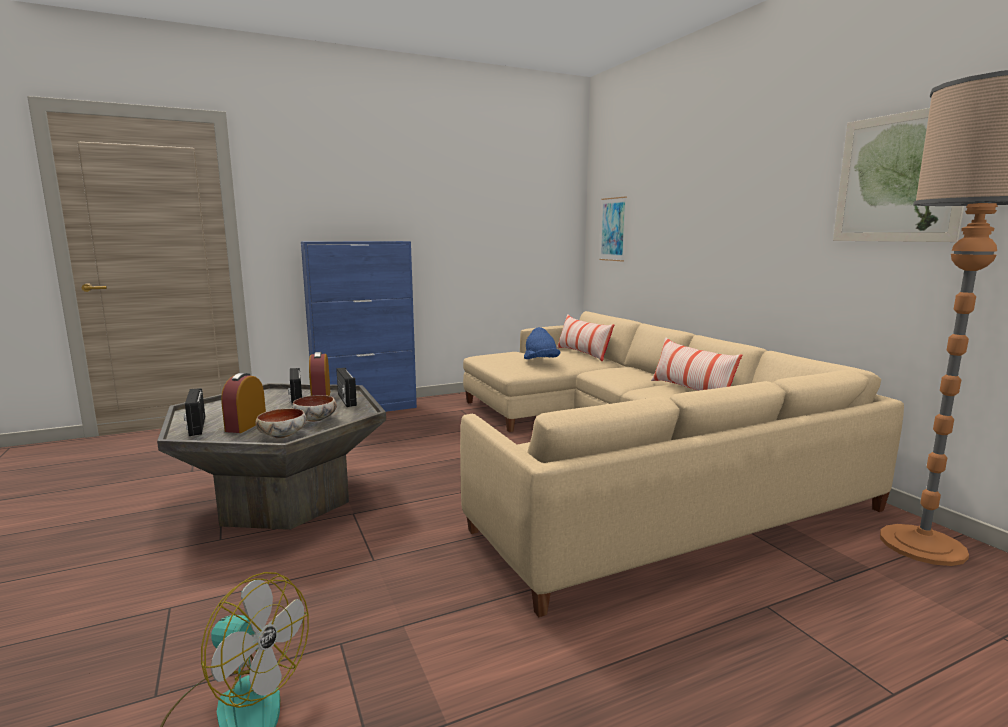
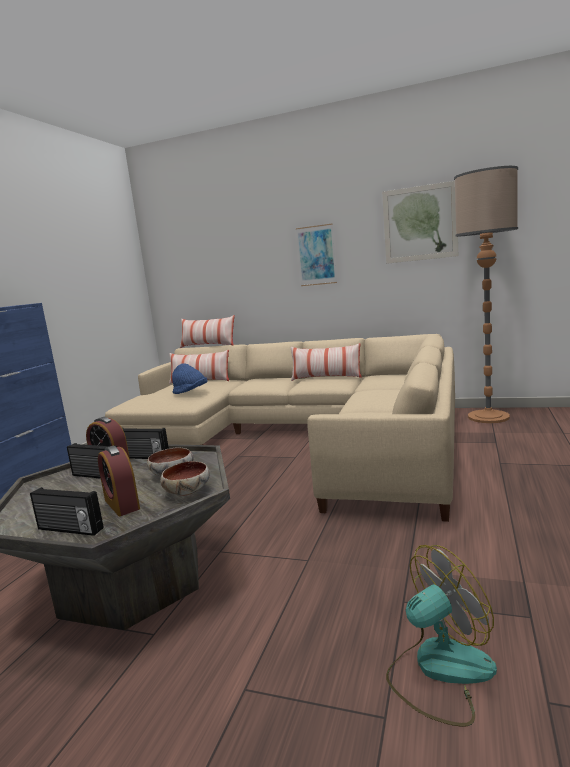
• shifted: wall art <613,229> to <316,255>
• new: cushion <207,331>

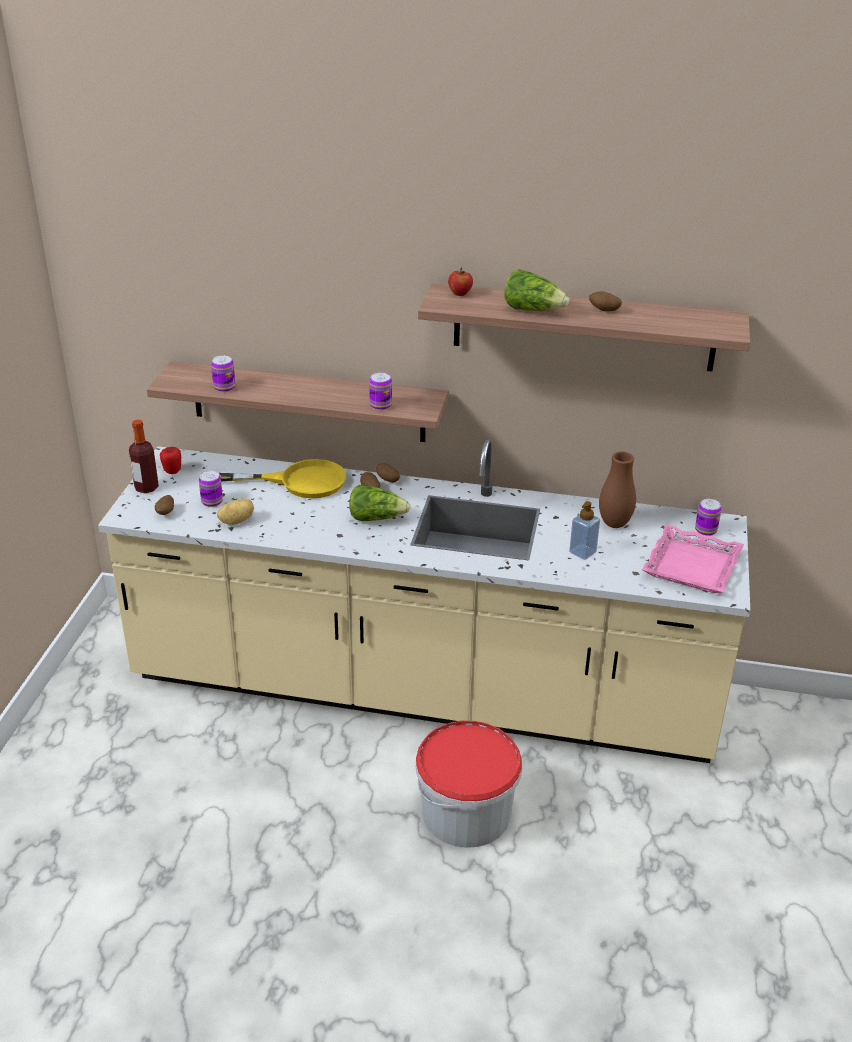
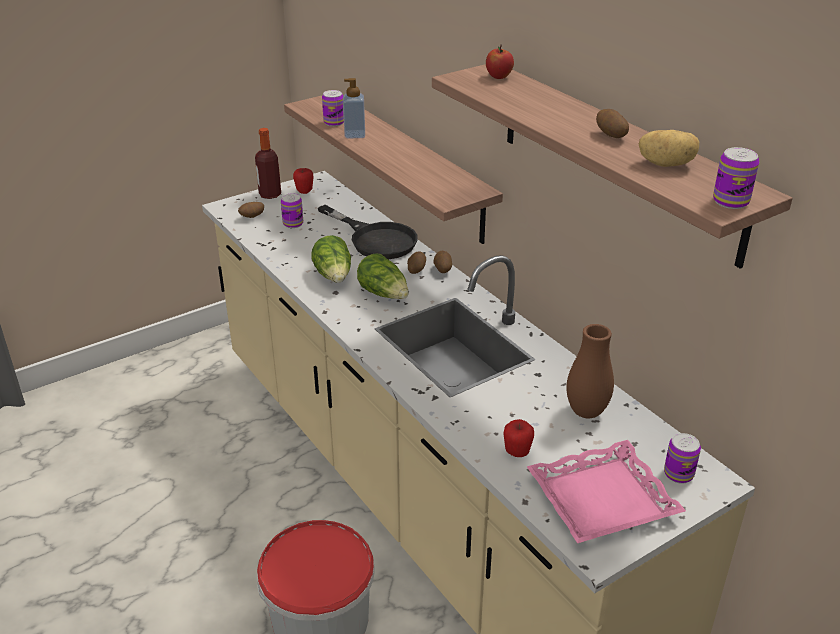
• shifted: head of lettuce <537,290> to <331,259>
• shifted: metal can <380,391> to <736,178>
• repainted: pan (yellow-coloured) <282,479> to pan (black) <368,232>
• shifted: potato <235,511> to <669,148>
• shifted: soap dispenser <584,530> to <354,108>
• new: apple <518,438>

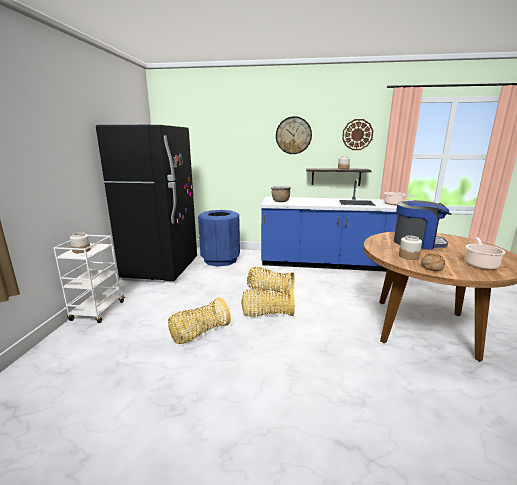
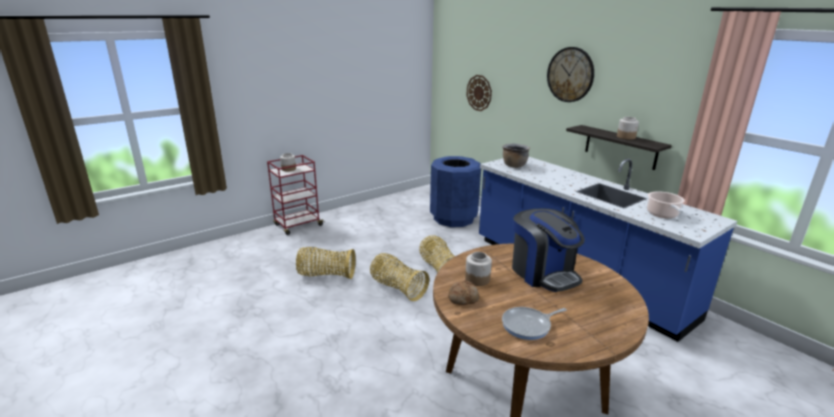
• shifted: wall clock <357,134> to <479,93>
• gone: kitchen fridge (black) <146,204>
• repainted: trolley (white) <89,279> to trolley (red) <295,195>
• swapped: stockpot <485,253> to pan <534,323>

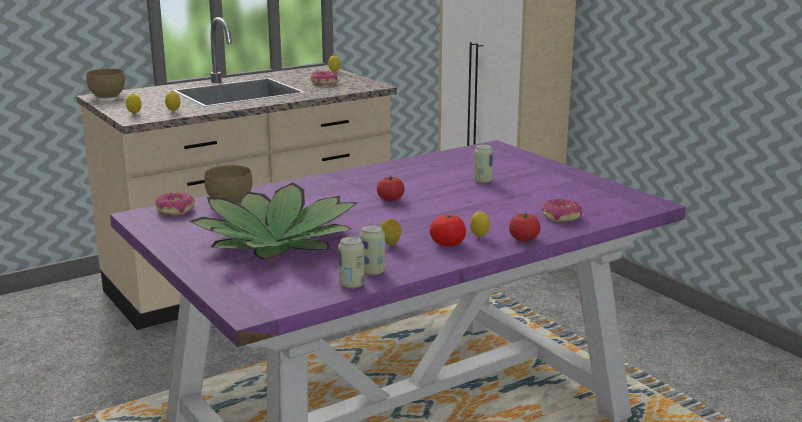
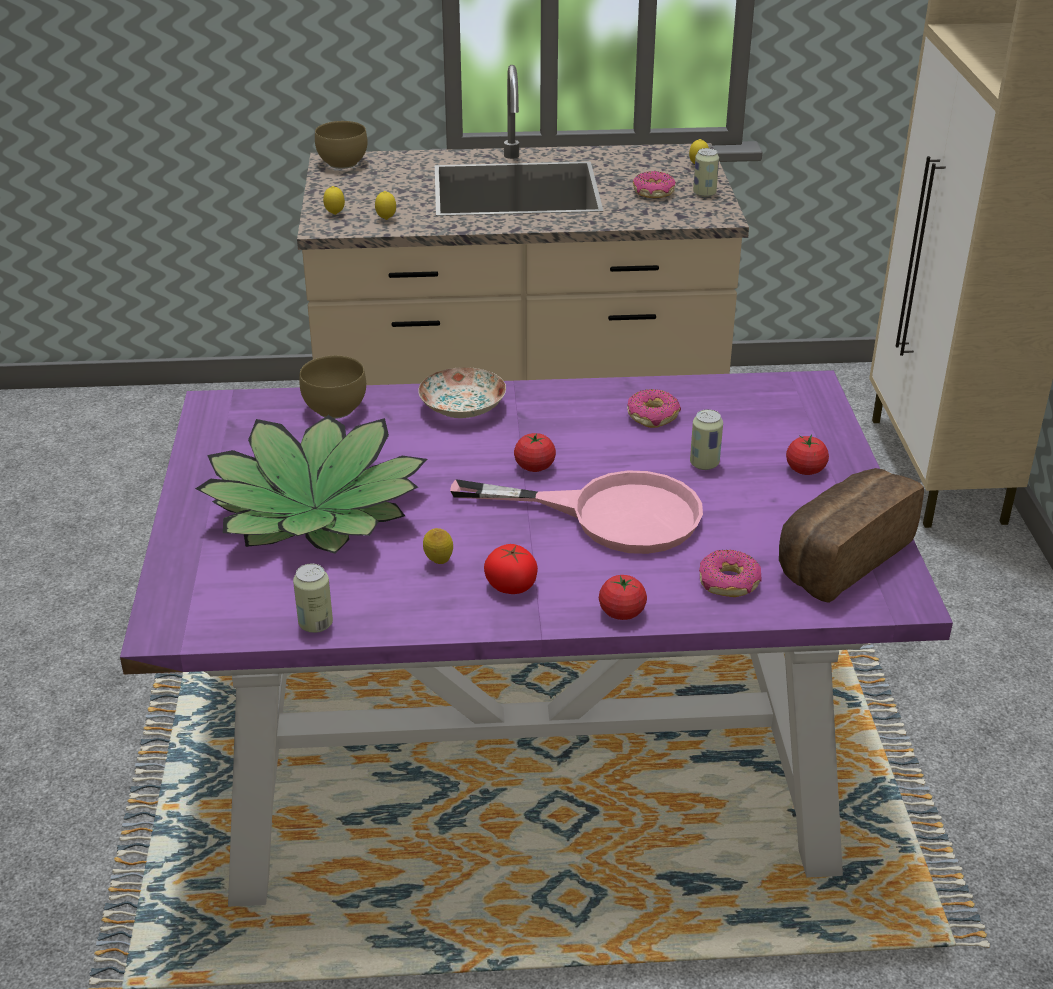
• shifted: doughnut <175,204> to <654,408>
• gone: lemon <480,224>
• shifted: metal can <372,250> to <706,172>
• new: flat dish <462,392>
• new: tomato <807,455>
• new: bread <851,535>
• new: pan (pink-coloured) <576,512>

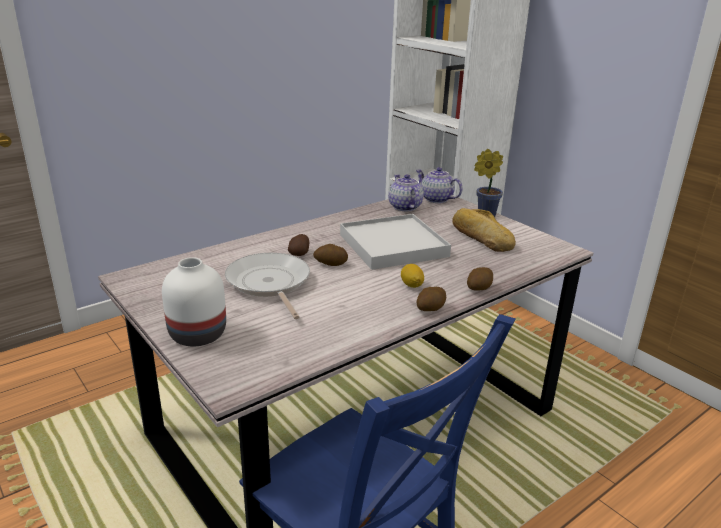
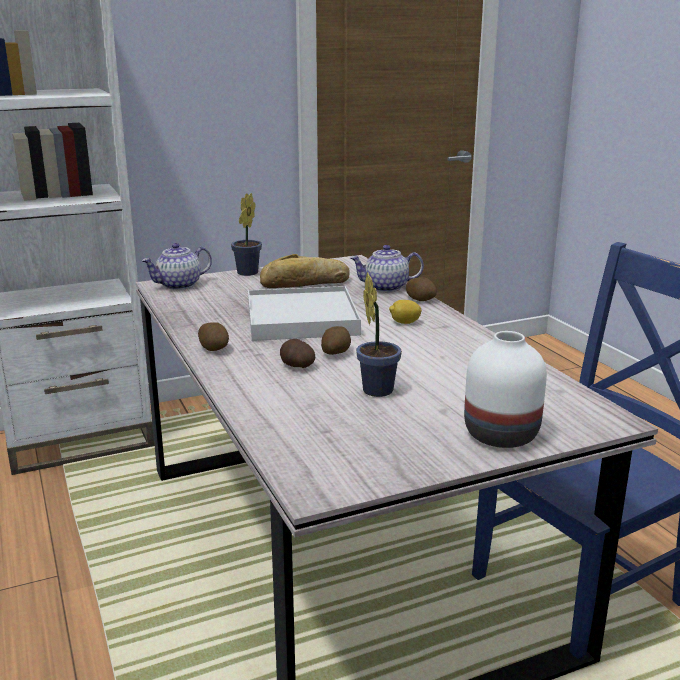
• shifted: teapot <406,192> to <387,268>
• swapped: pan <267,286> to houseplant <379,334>
• shifted: potato <431,299> to <213,336>

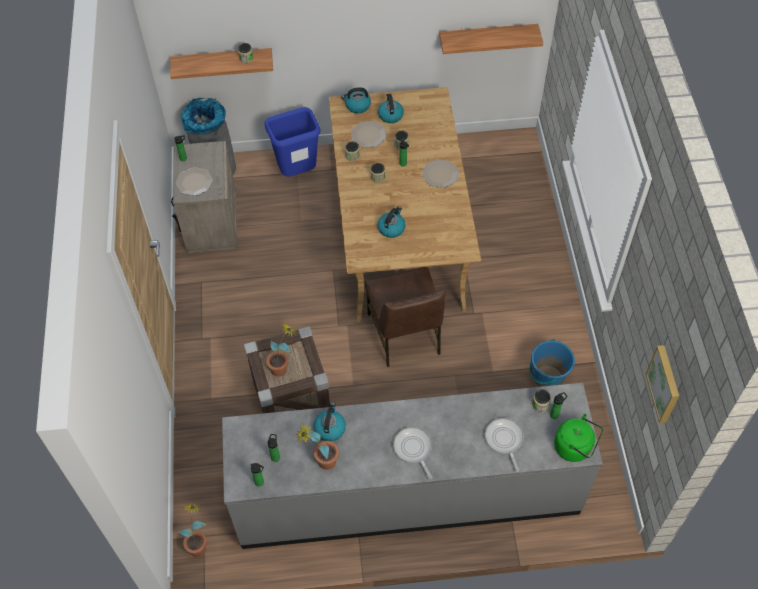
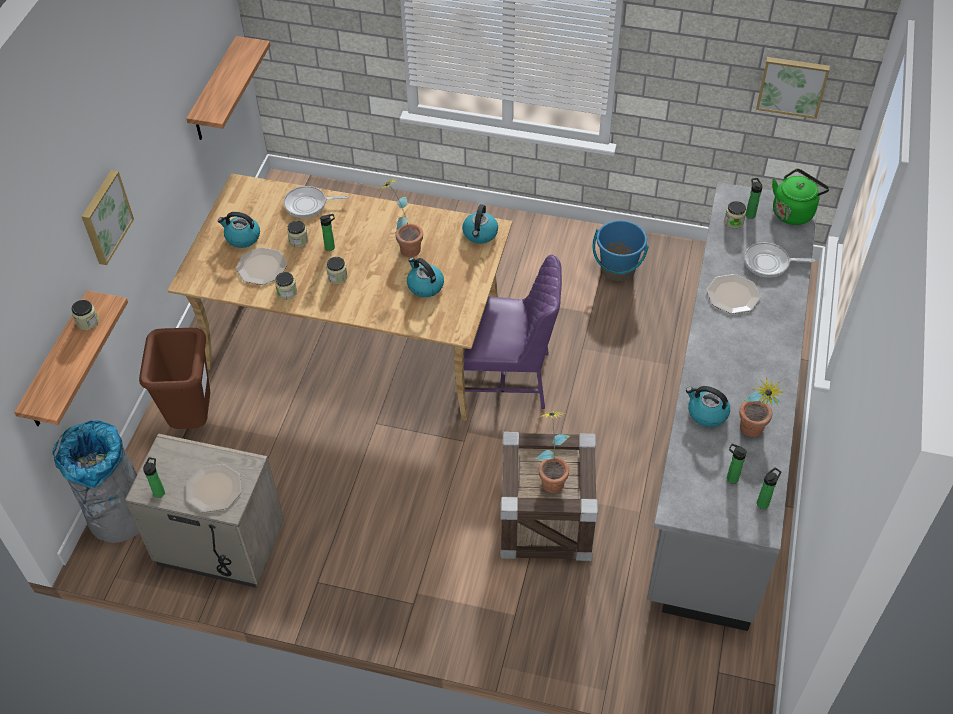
• shifted: kettle <356,100> to <480,224>
• repainted: rubbish bin (bluish) <292,142> to rubbish bin (brown) <175,378>
• shifted: flat dish <440,173> to <733,294>
• repainted: chair (brown) <405,317> to chair (purplish) <513,332>
• shifted: pan <412,453> to <316,202>
• shifted: houseplant <193,530> to <401,217>
• new: wall art <107,217>

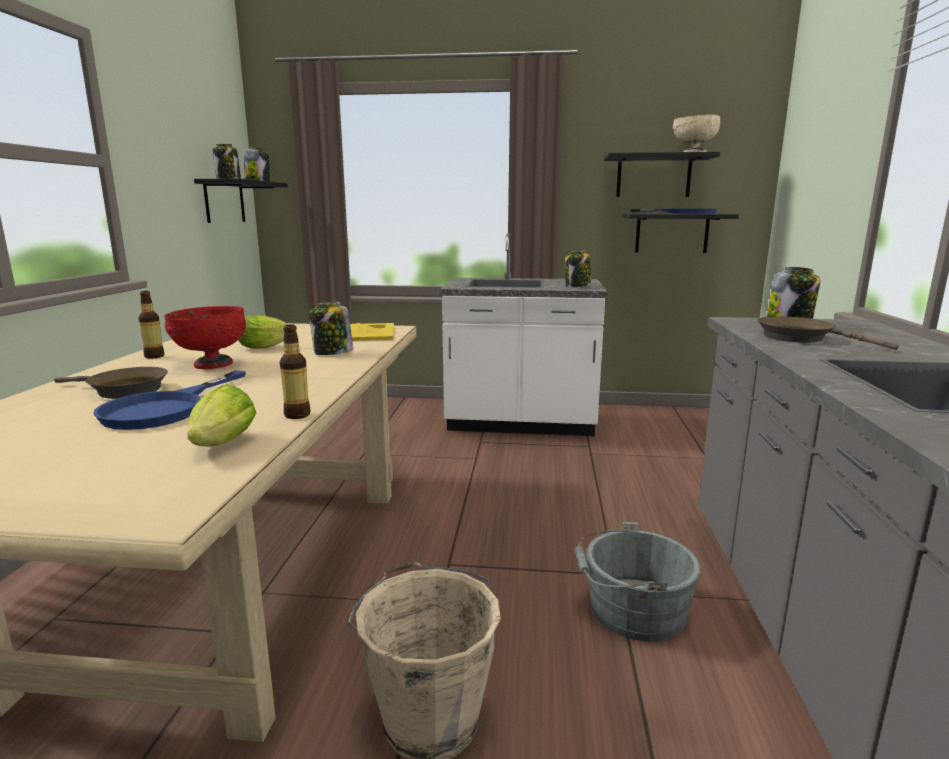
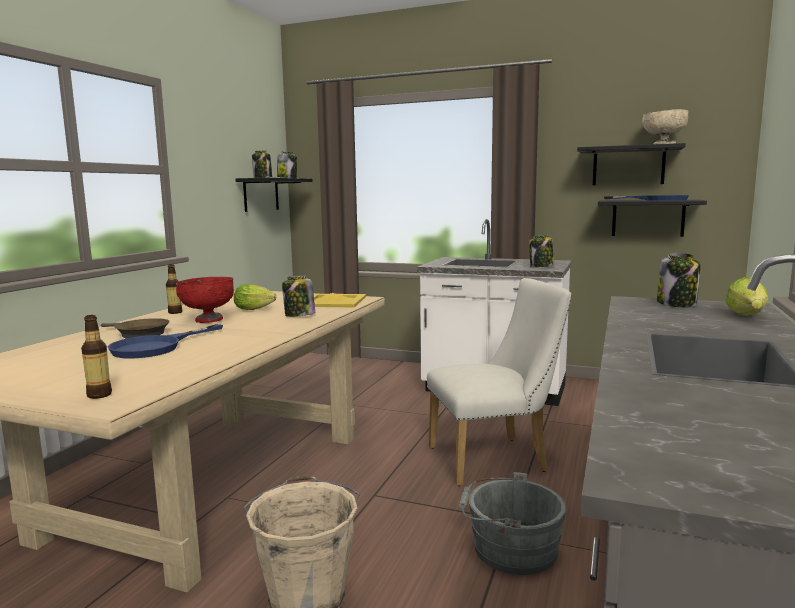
• gone: pan (brown) <828,333>
• shifted: drink bottle <295,371> to <96,357>
• shifted: head of lettuce <221,415> to <746,296>
• new: chair (white) <499,382>

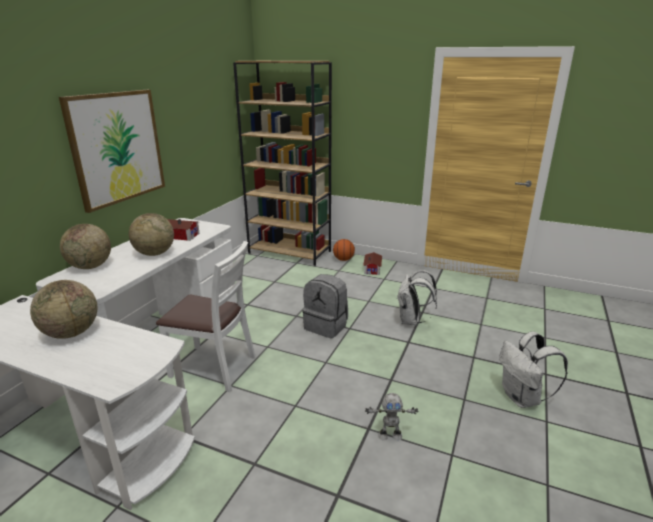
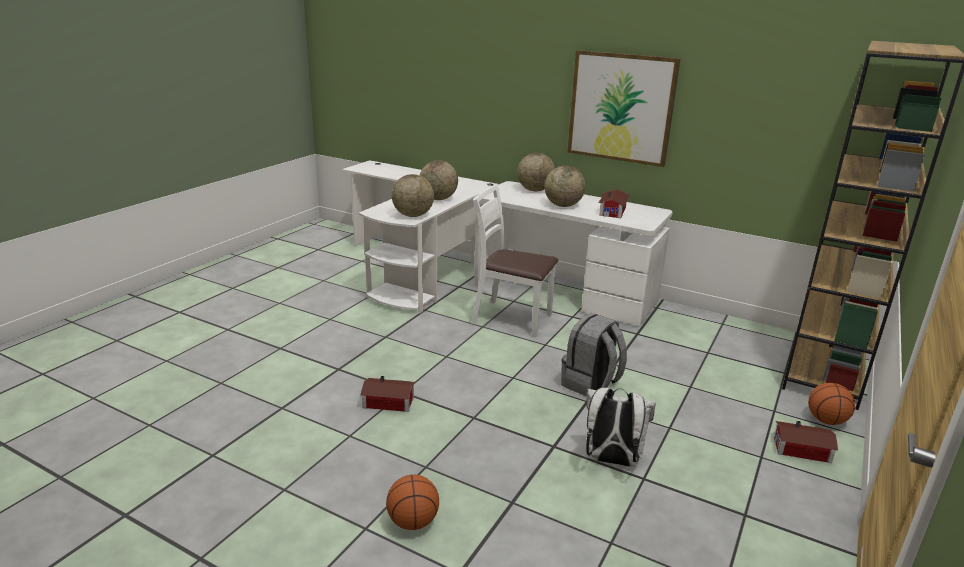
• rotated: chair (white) <206,316> = <514,261> 90 degrees clockwise
• swapped: backpack (white) <533,370> to basketball <412,502>
• swapped: robot figure <391,416> to toy house <387,394>
• new: world globe <413,195>

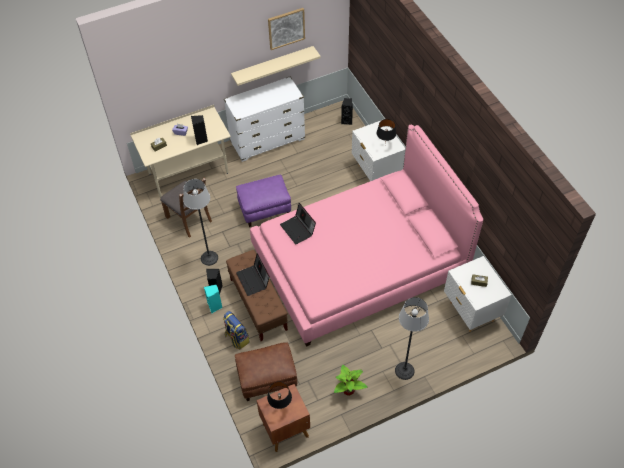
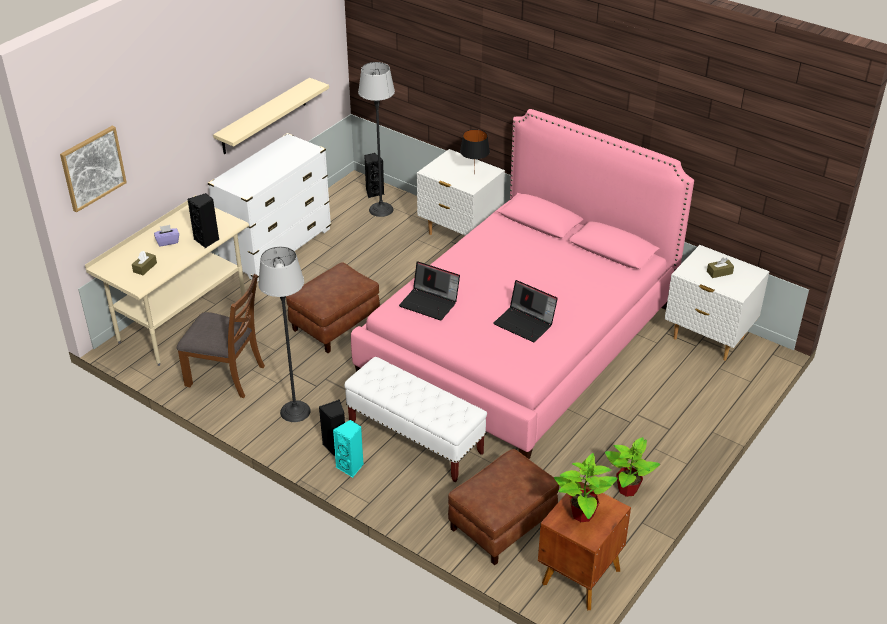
• shifted: wall art <286,29> to <93,169>
• repainted: pouffe (purplish) <263,201> to pouffe (brown) <333,307>
• repainted: indoor bench (brown) <257,295> to indoor bench (white) <415,419>
• shifted: portable computer <253,274> to <525,311>
• shifted: standing lamp <412,338> to <376,139>
• gone: backpack <236,330>
• swapped: tabletop lamp (black) <279,395> to houseplant <586,487>

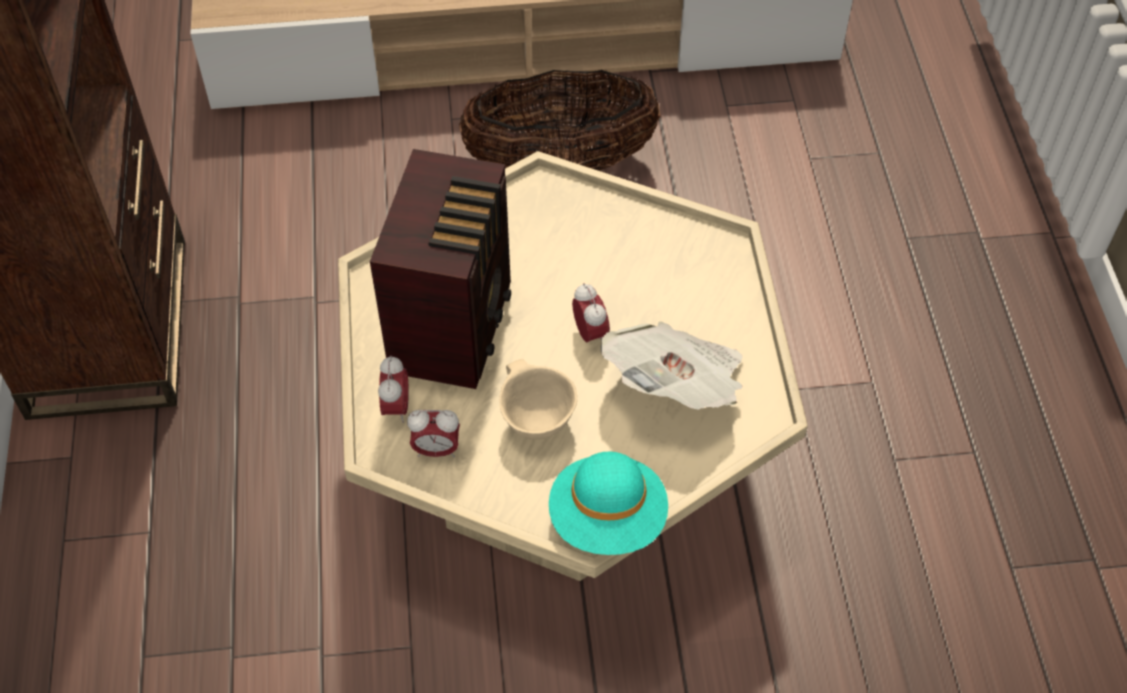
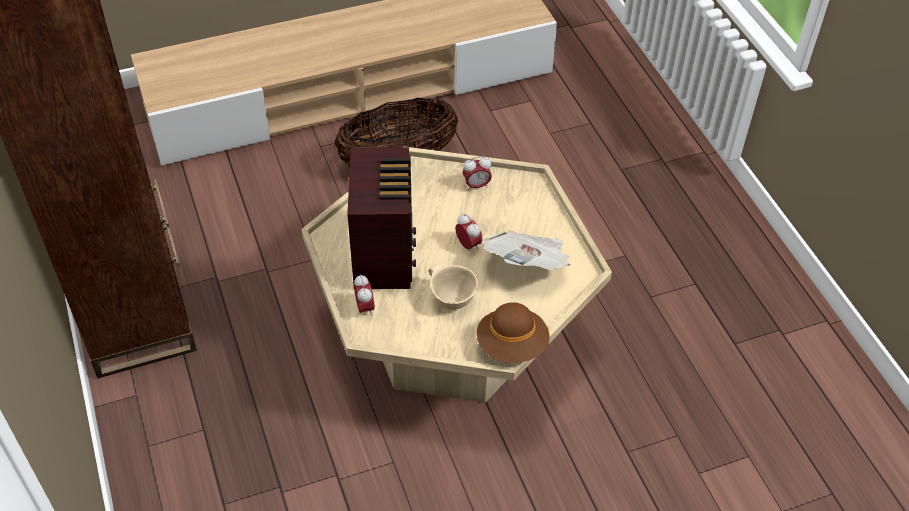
• shifted: alarm clock <433,434> to <477,173>
• repainted: clothing hat (turquoise-coloured) <608,503> to clothing hat (brown) <513,332>

